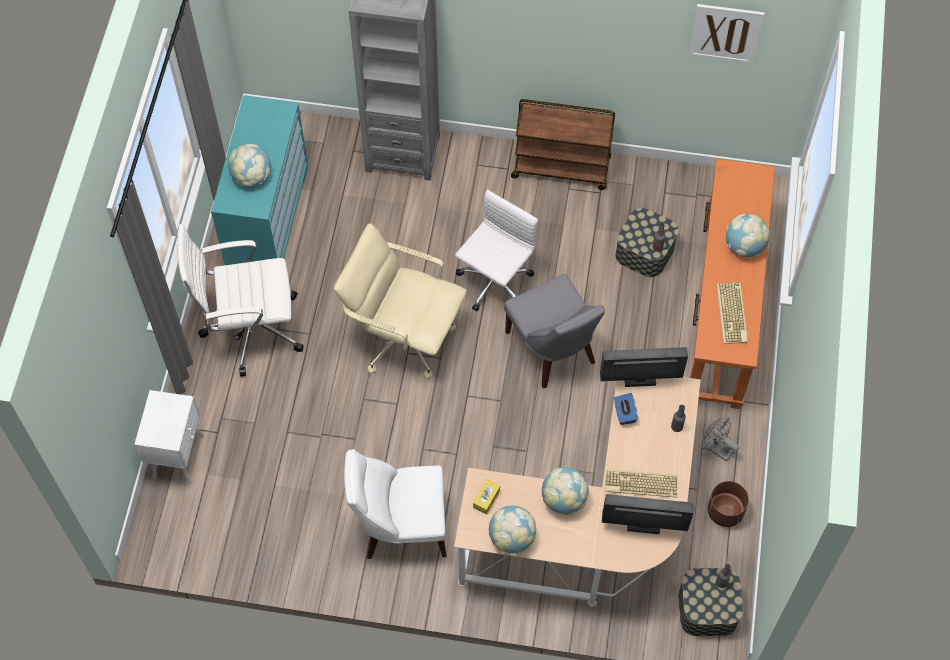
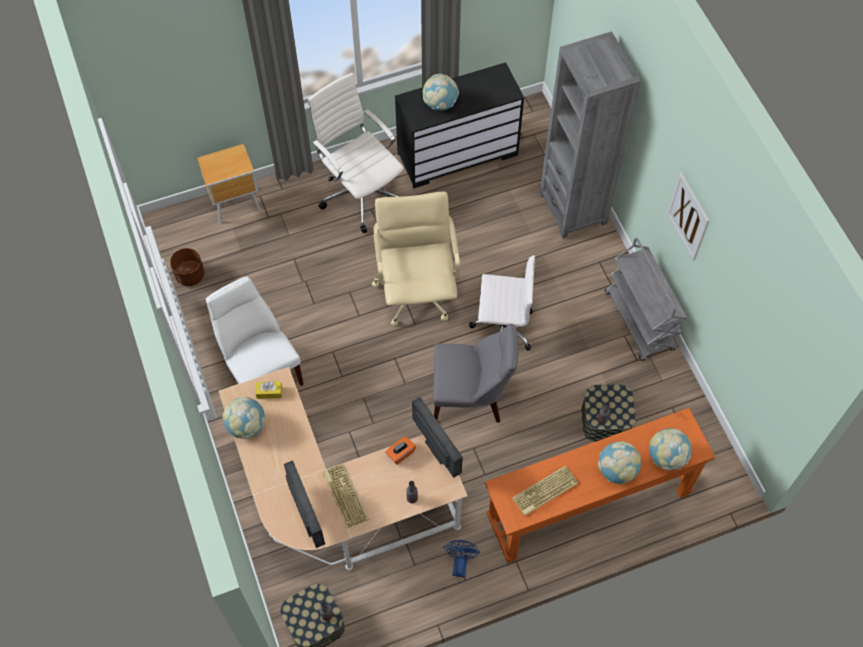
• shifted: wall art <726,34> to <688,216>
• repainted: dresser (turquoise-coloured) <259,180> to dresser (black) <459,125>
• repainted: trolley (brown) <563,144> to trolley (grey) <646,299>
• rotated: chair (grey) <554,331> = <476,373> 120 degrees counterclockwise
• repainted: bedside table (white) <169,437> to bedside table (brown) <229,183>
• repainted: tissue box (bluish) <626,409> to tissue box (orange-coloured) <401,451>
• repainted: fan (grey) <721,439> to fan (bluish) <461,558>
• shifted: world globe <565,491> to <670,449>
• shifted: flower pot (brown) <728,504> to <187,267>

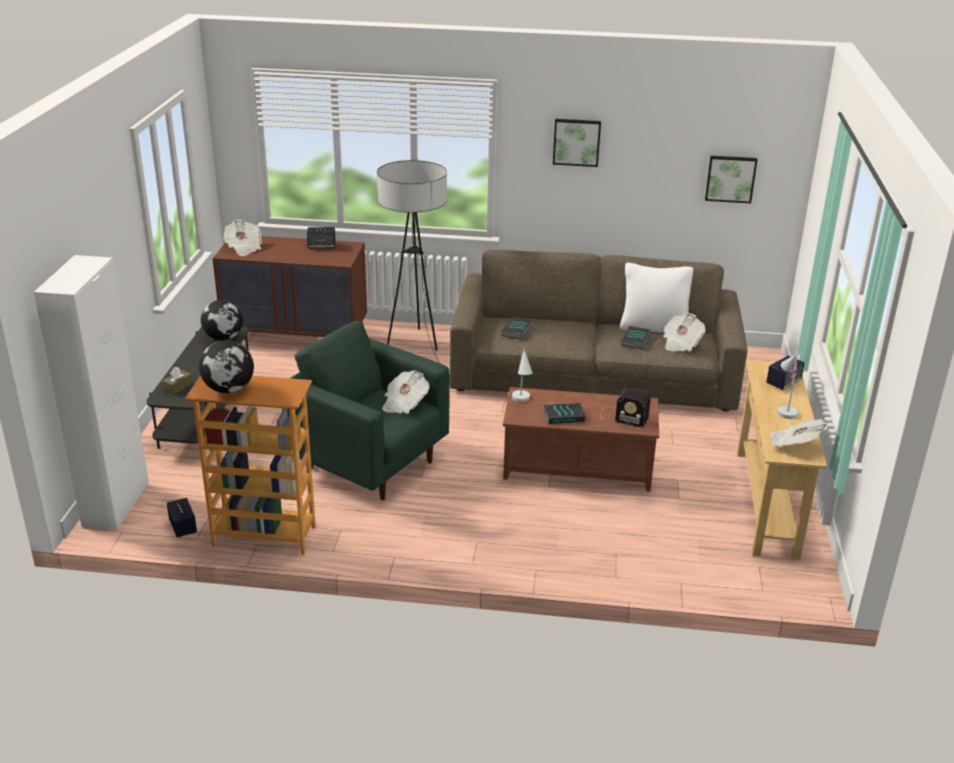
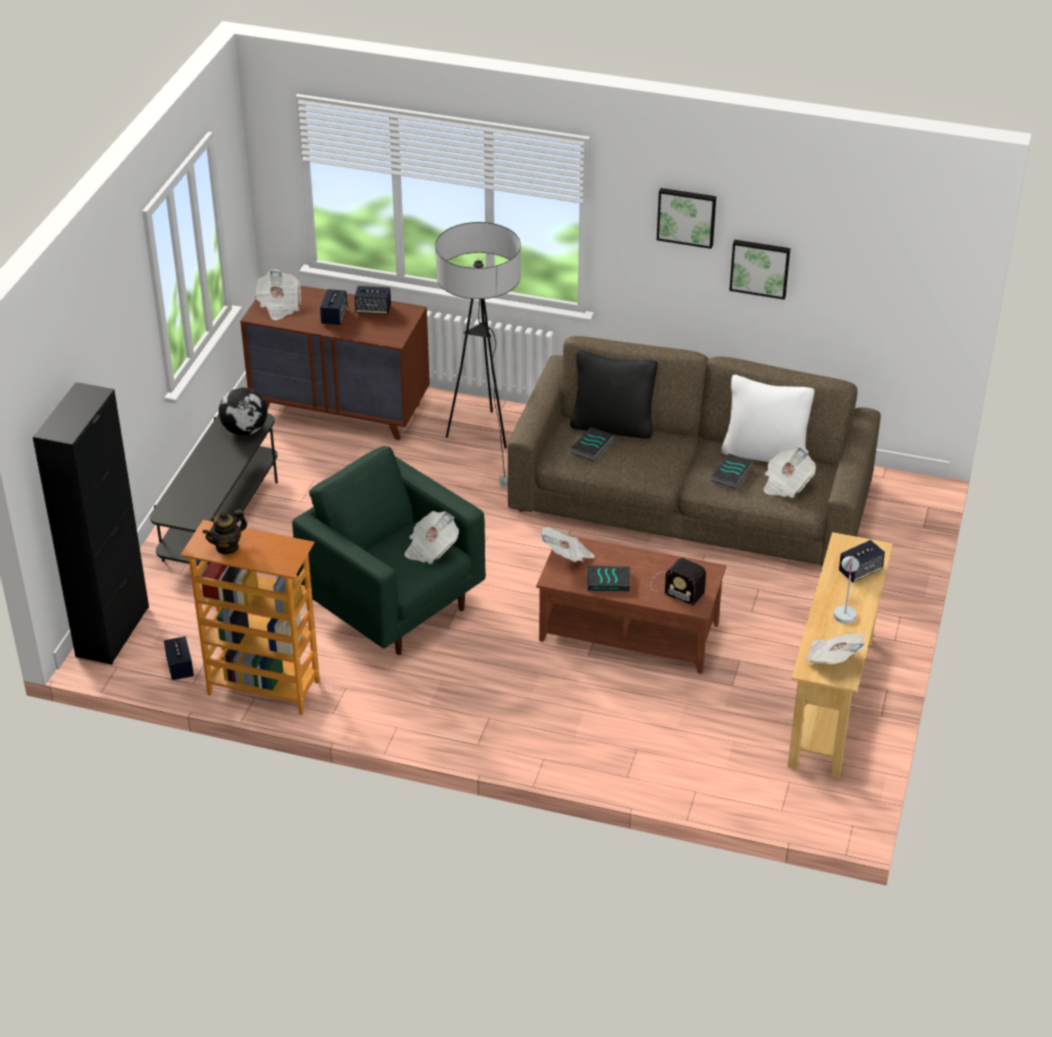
• shifted: wall art <731,179> to <759,270>
• repainted: storage cabinet (white) <91,392> to storage cabinet (black) <91,523>
• swapped: world globe <226,366> to teapot <225,532>
• swapped: tabletop lamp (white) <522,374> to printed paper <567,544>
• gone: tissue box (brown) <177,381>
• new: audio speaker <333,307>
• new: cushion (black) <614,394>

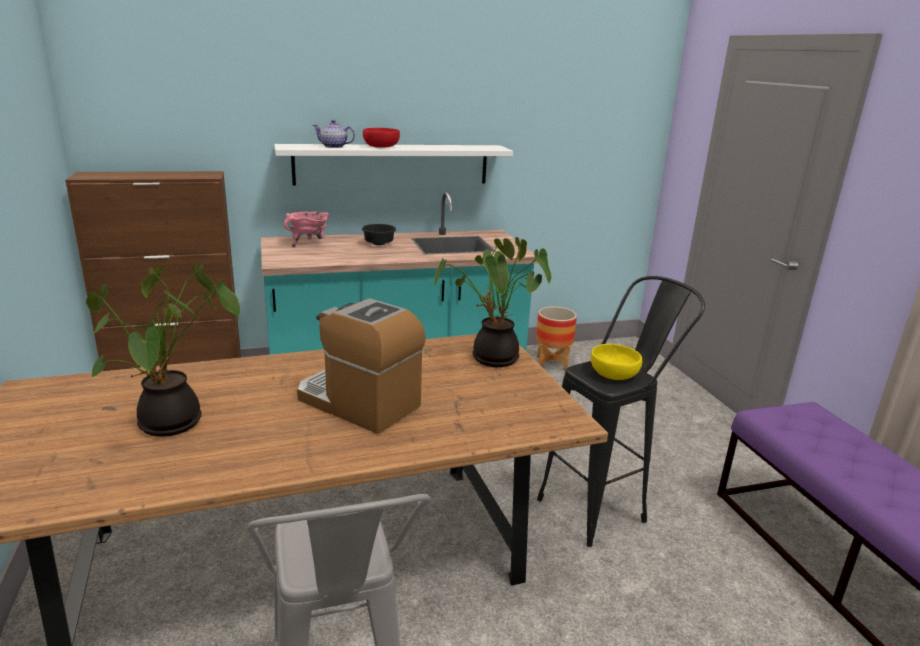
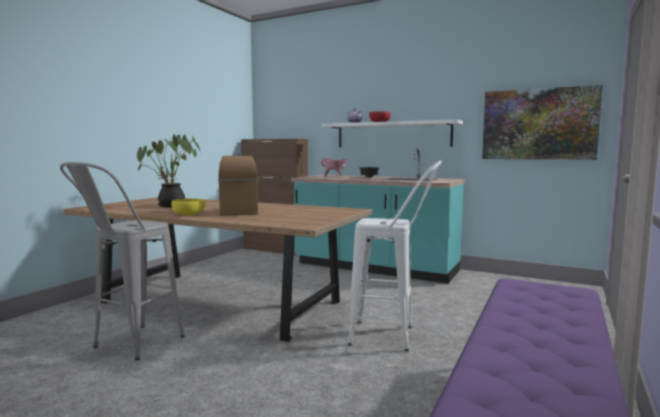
• gone: houseplant <493,302>
• repainted: stool (black) <621,411> to stool (white) <395,256>
• gone: flower pot <556,339>
• shifted: deep dish (yellow-coloured) <616,362> to <188,207>
• new: wall art <542,122>

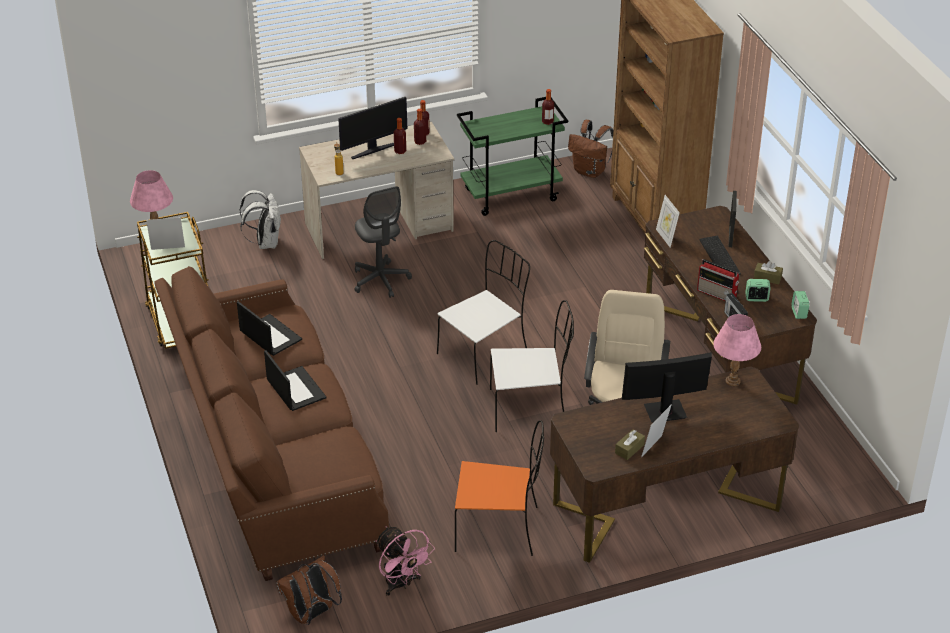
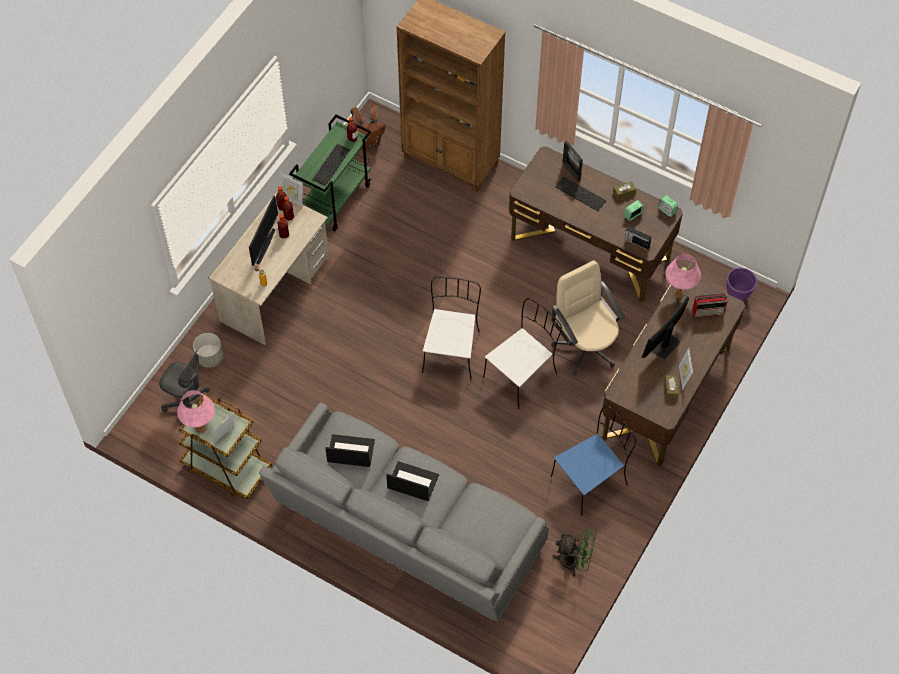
• shifted: desk chair (grey) <383,242> to <184,389>
• swapped: backpack (white) <261,219> to flower pot (grey) <208,350>
• shifted: picture frame <668,221> to <291,189>
• shifted: radio <718,280> to <709,305>
• repainted: sofa (brown) <271,423> to sofa (grey) <404,512>
• repainted: chair (orange-coloured) <499,488> to chair (bluish) <593,461>
• repainted: fan (pink-coloured) <405,561> to fan (greenish) <574,551>
• gone: backpack (brown) <309,590>
• new: keyboard <331,165>
• new: flower pot (purplish) <742,284>

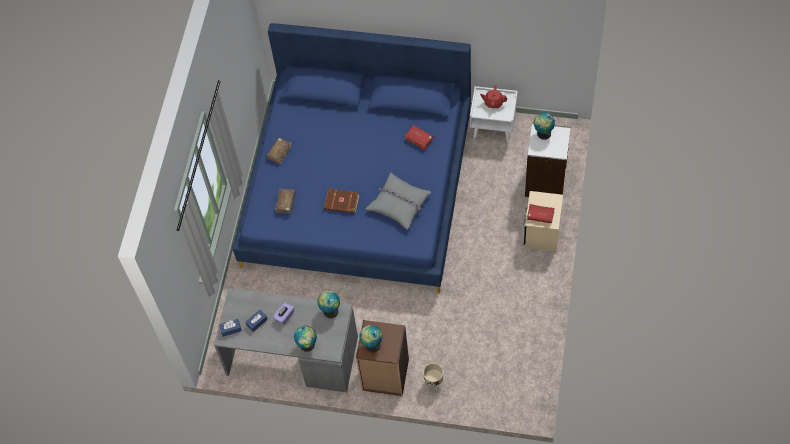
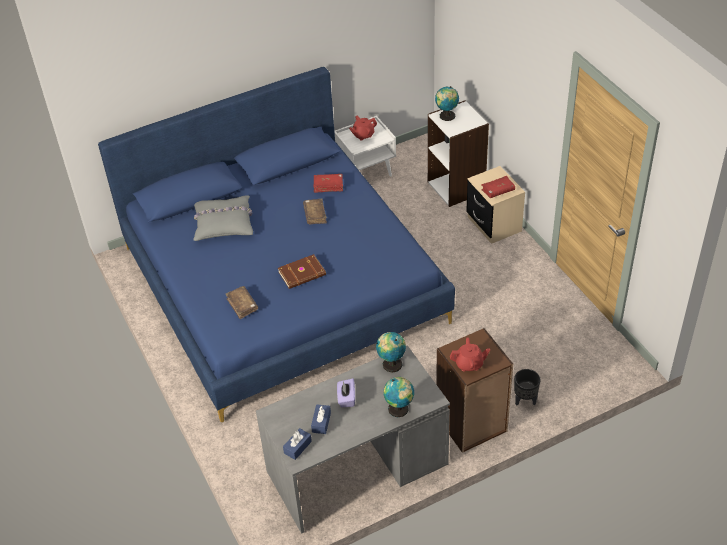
• shifted: volume (brown) <279,151> to <315,211>
• shifted: cushion (grey) <398,201> to <223,218>
• swapped: world globe <371,339> to teapot (red) <470,354>
• repainted: flower pot (beige-coloured) <433,377> to flower pot (black) <527,387>

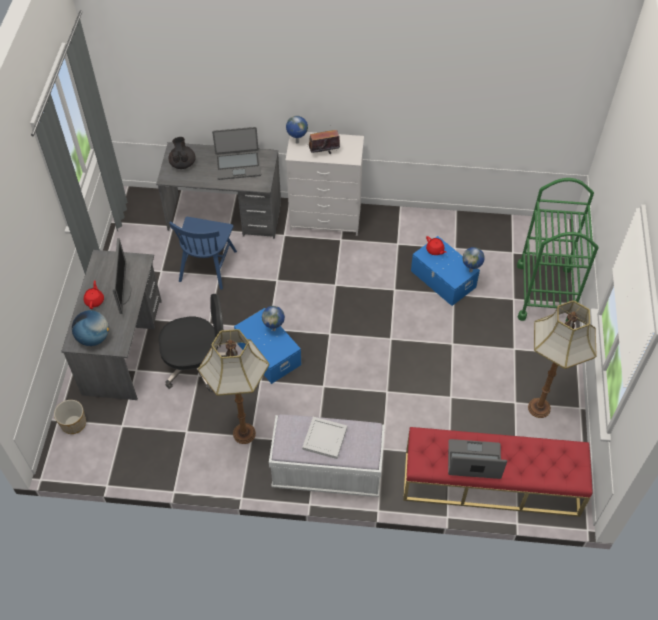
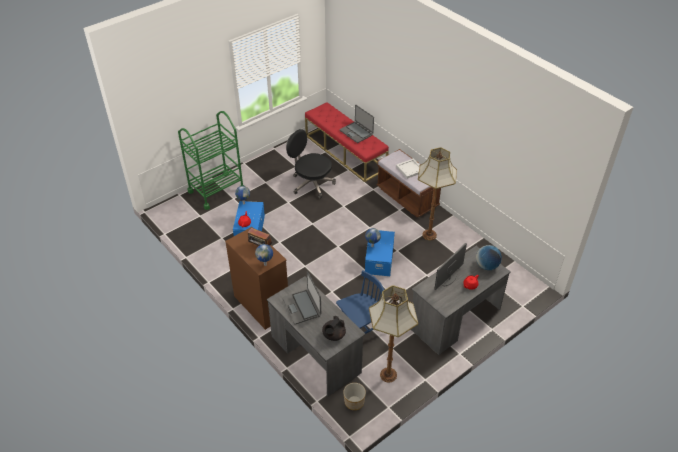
• rotated: portable computer <236,153> = <301,298> 150 degrees counterclockwise
• repainted: dresser (white) <324,184> to dresser (brown) <256,278>
• shifted: desk chair (black) <193,343> to <311,164>
• shifted: standing lamp <562,359> to <393,334>
• shifted: flower pot <70,417> to <354,396>
• repainted: indoor bench (white) <327,455> to indoor bench (brown) <408,183>

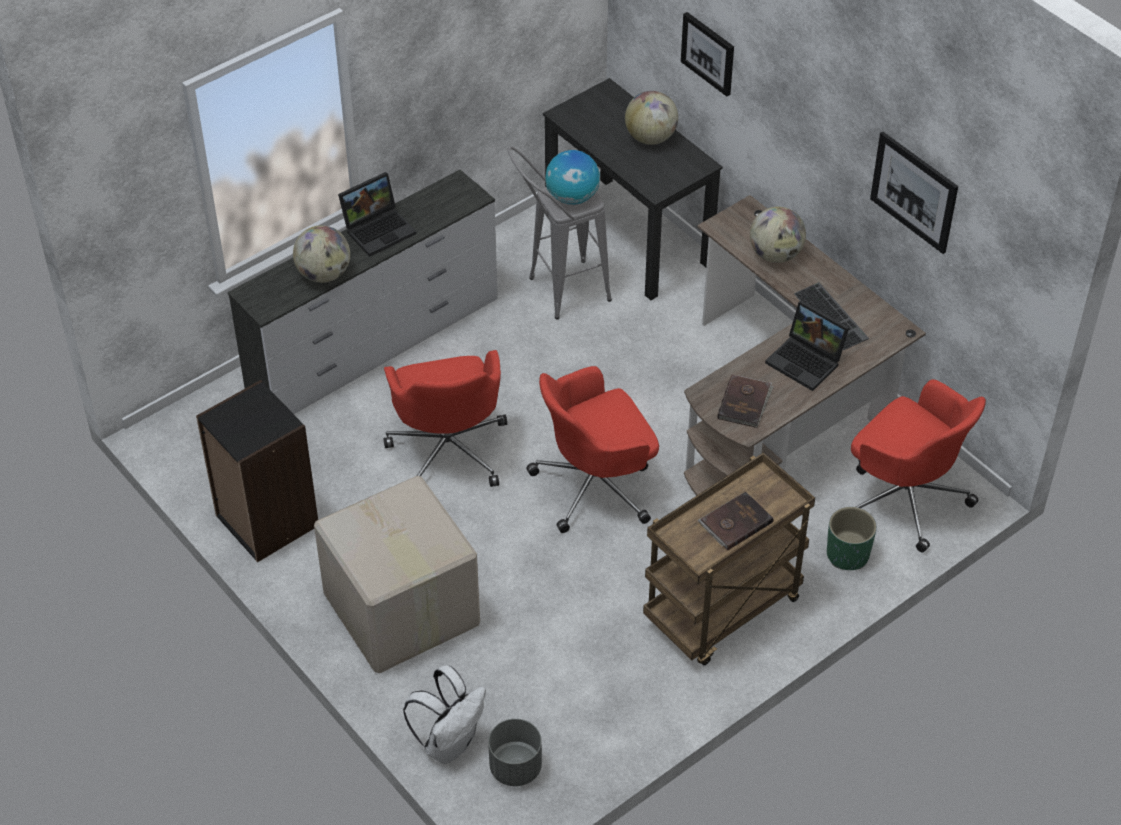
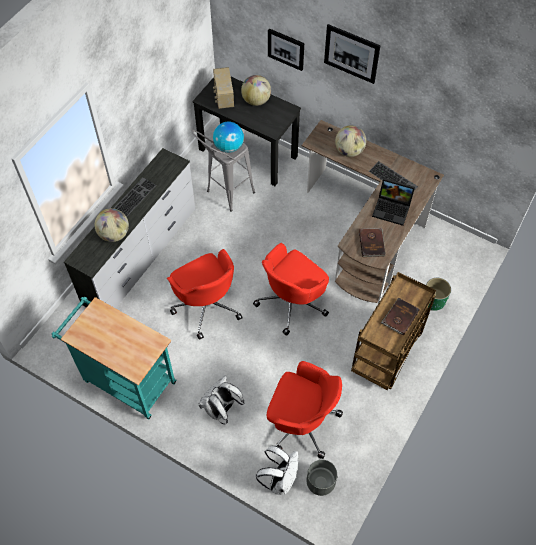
• shifted: wall art <914,192> to <352,54>
• swapped: portable computer <377,214> to keyboard <135,197>
• shifted: desk chair (red) <918,466> to <305,410>
• swapped: bookshelf (black) <257,471> to trolley (turquoise-coloured) <114,358>
• swapped: packing box <397,574> to backpack (white) <221,400>
• new: radio <223,88>

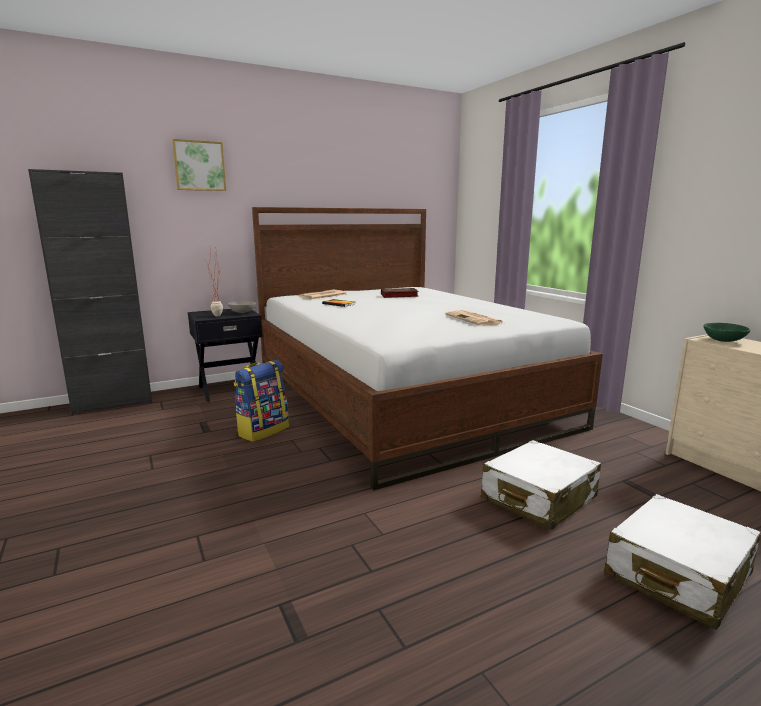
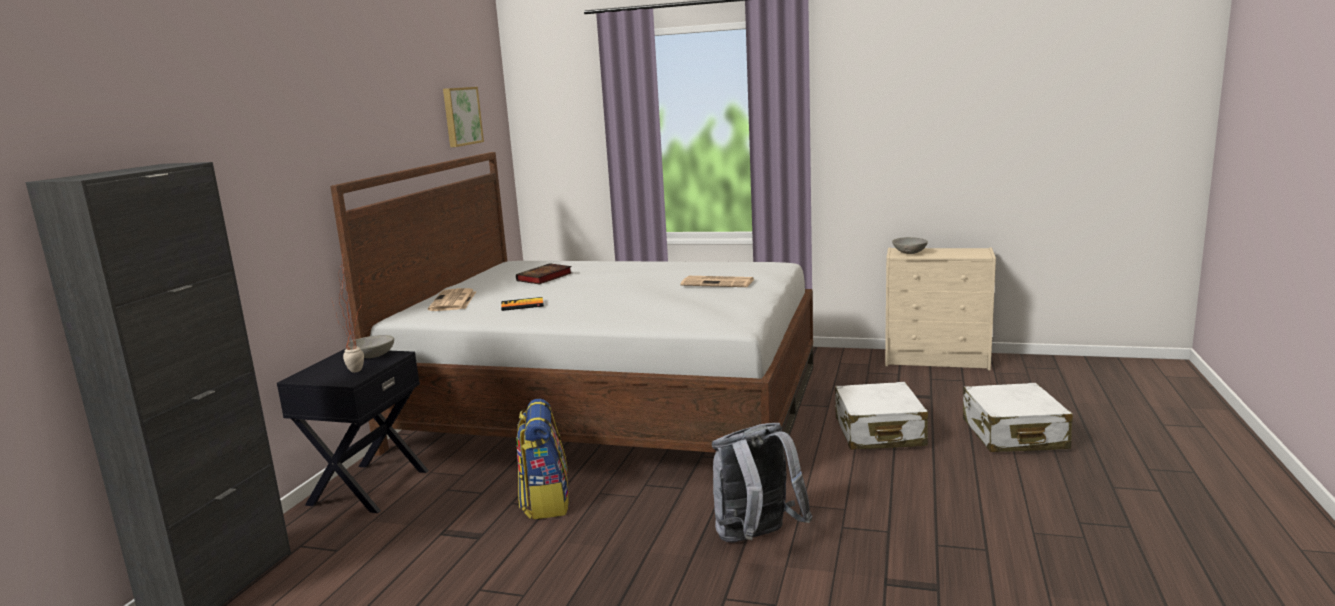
• shifted: wall art <199,165> to <463,117>
• repainted: deep dish (greenish) <726,332> to deep dish (grey) <910,245>
• new: backpack (grey) <762,483>

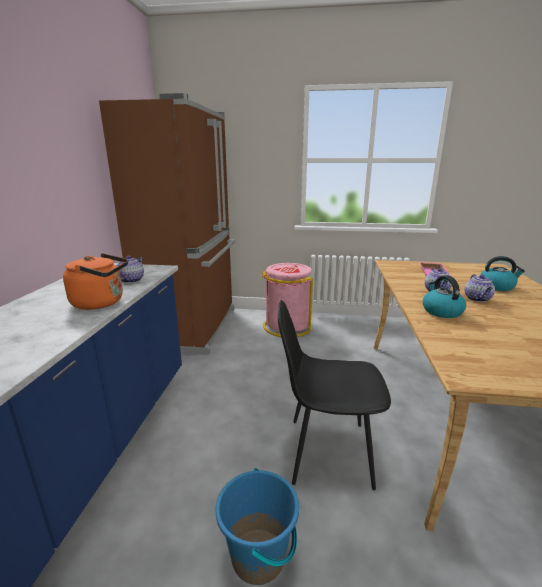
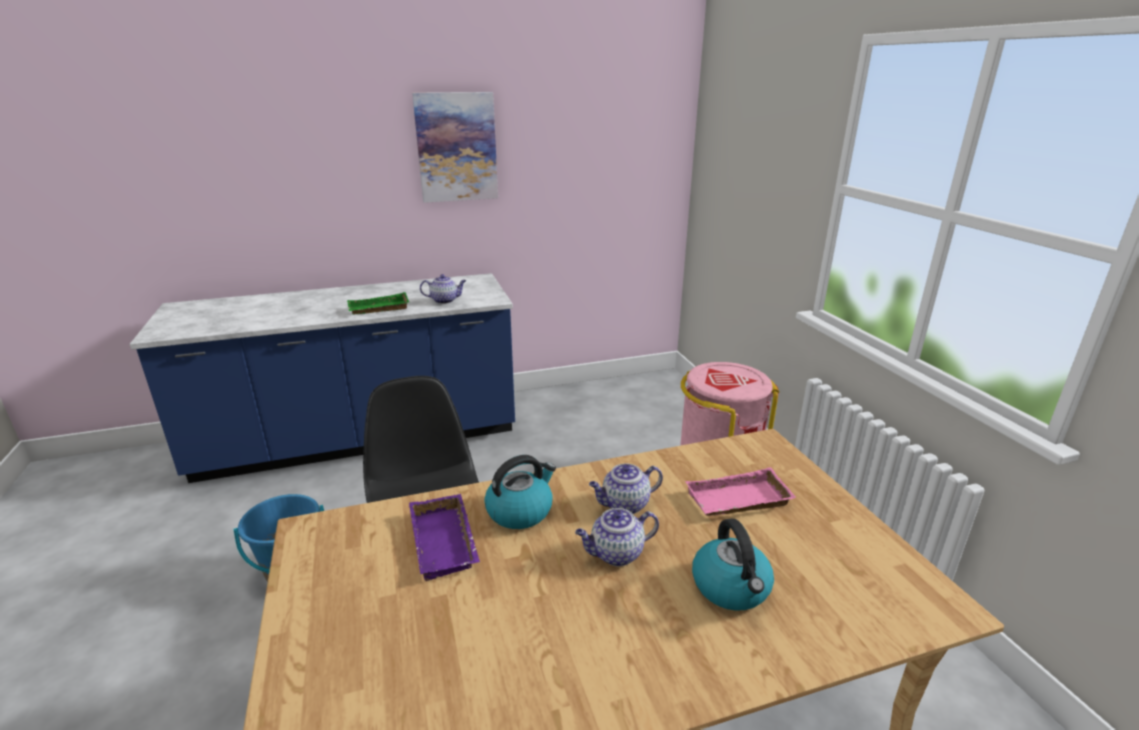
• gone: kitchen fridge (brown) <167,224>
• swapped: kettle (orange-coloured) <95,281> to serving tray (greenish) <378,303>
• new: wall art <455,147>
• new: serving tray (purplish) <444,537>

